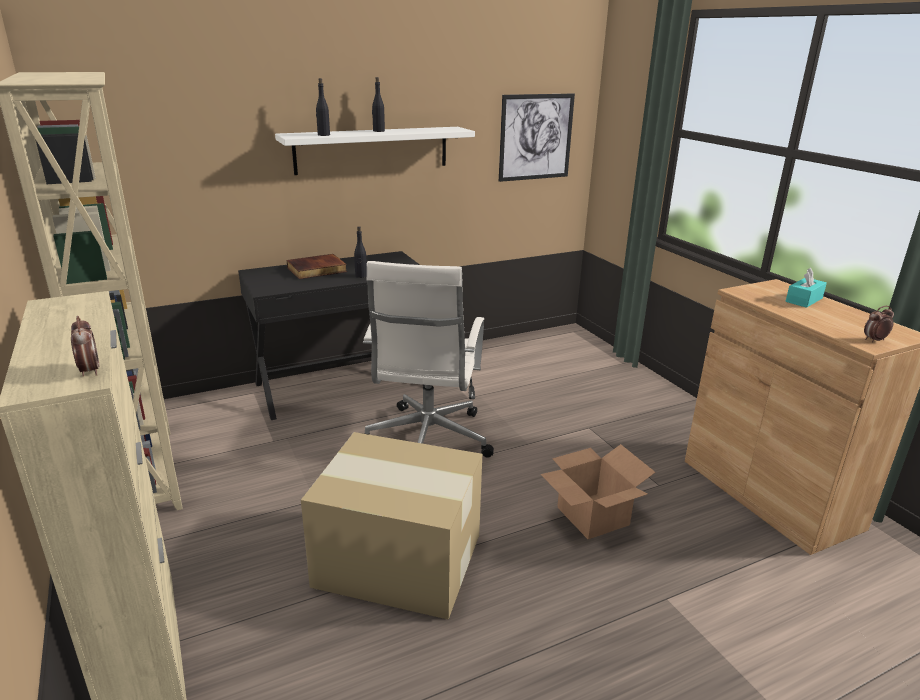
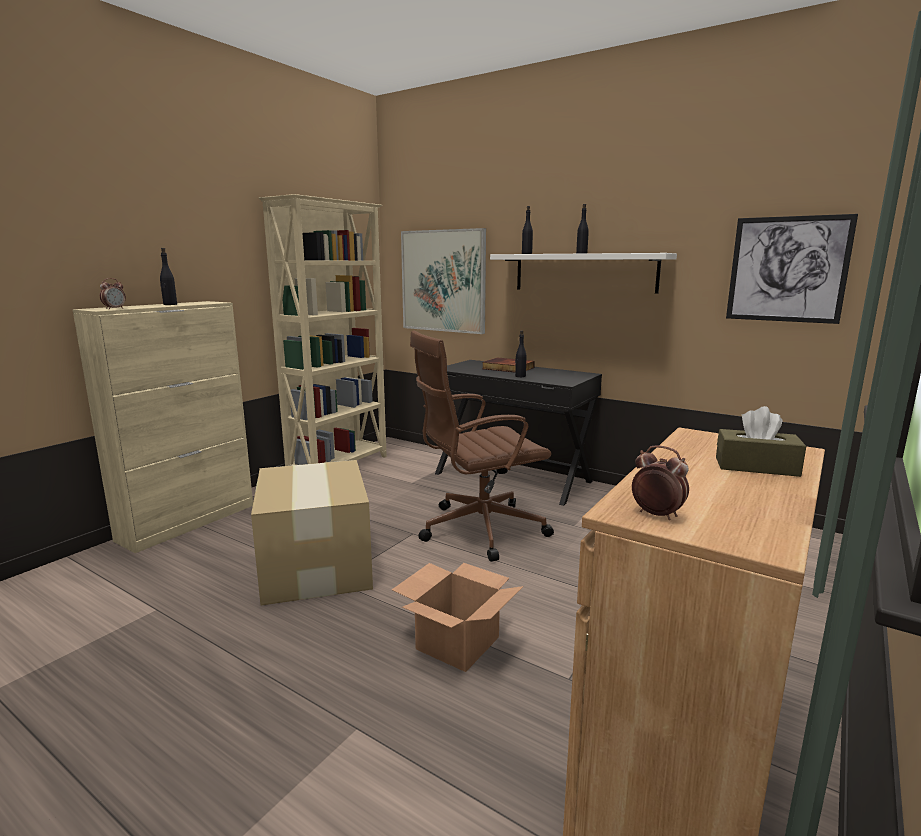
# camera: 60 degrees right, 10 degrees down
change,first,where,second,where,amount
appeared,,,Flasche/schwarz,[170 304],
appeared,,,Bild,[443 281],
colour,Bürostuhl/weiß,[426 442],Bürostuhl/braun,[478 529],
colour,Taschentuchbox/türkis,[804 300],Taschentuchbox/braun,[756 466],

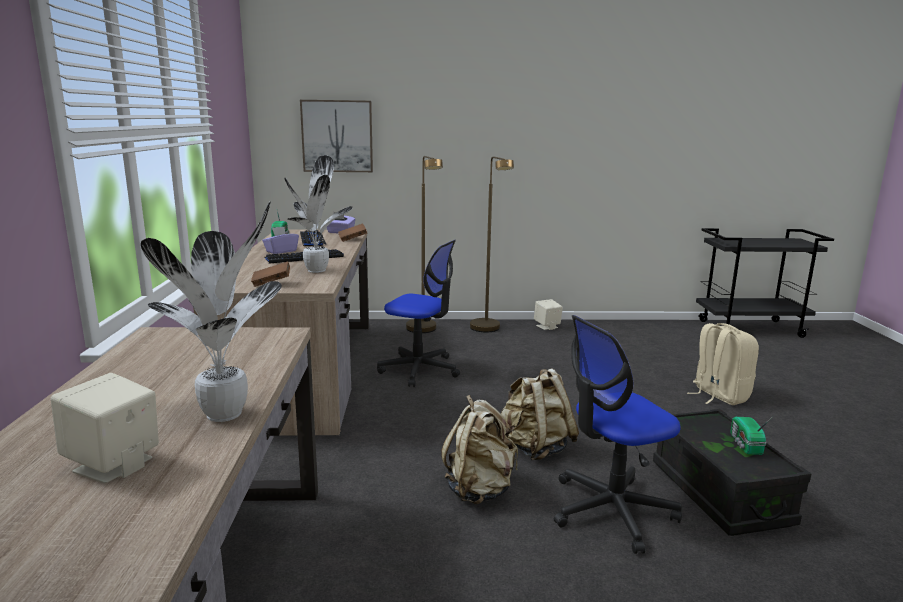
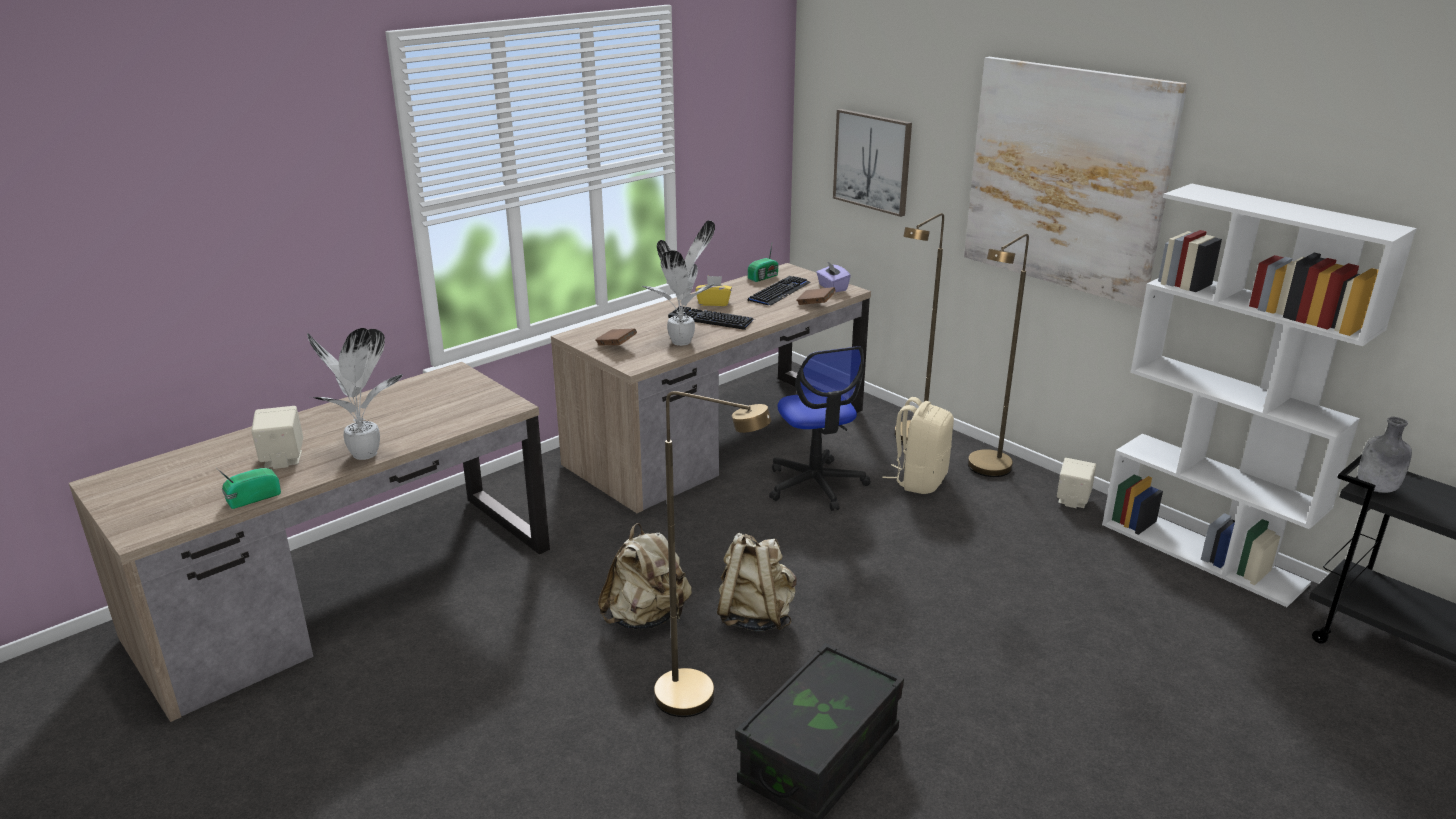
# camera: 50 degrees right, 10 degrees up
change,first,where,second,where,amount
appeared,,,Bild,[1066 178],
appeared,,,Bücherregal/weiß,[1203 553],
appeared,,,Flasche/grau,[1376 488],
relocated,Rucksack/beige,[718 395],,[919 480],
relocated,Radio,[745 445],,[252 498],
exchanged,Bürostuhl,[611 510],Stehlampe/braun,[701 700],
colour,Taschentuchbox/lila,[281 251],Taschentuchbox/gelb,[714 303],

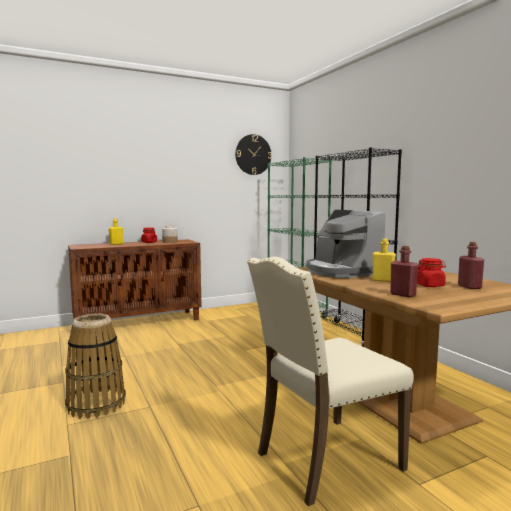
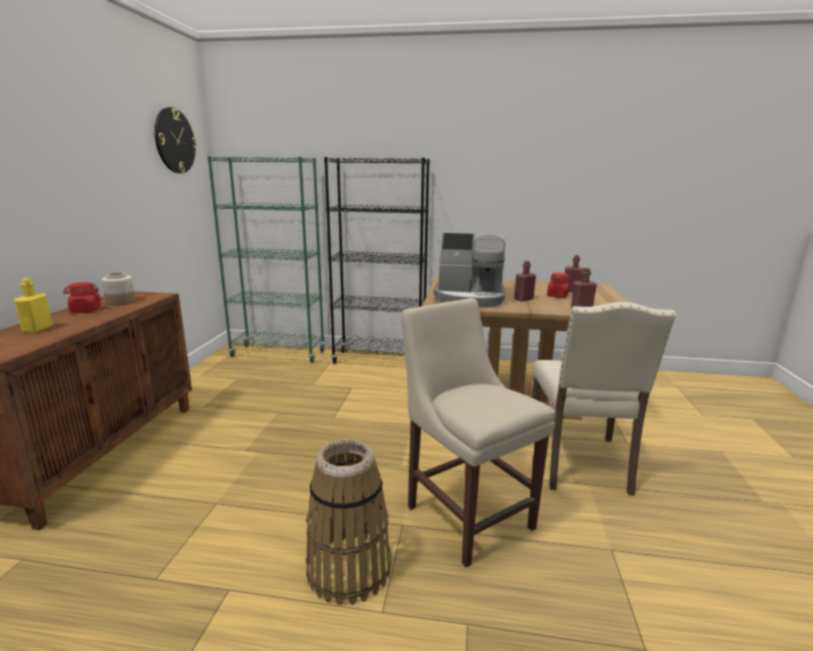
# camera: 55 degrees left, 10 degrees up
change,first,where,second,where,amount
appeared,,,Stuhl/beige,[466 513],
colour,Flasche/gelb,[382 280],Flasche/rot,[523 299],

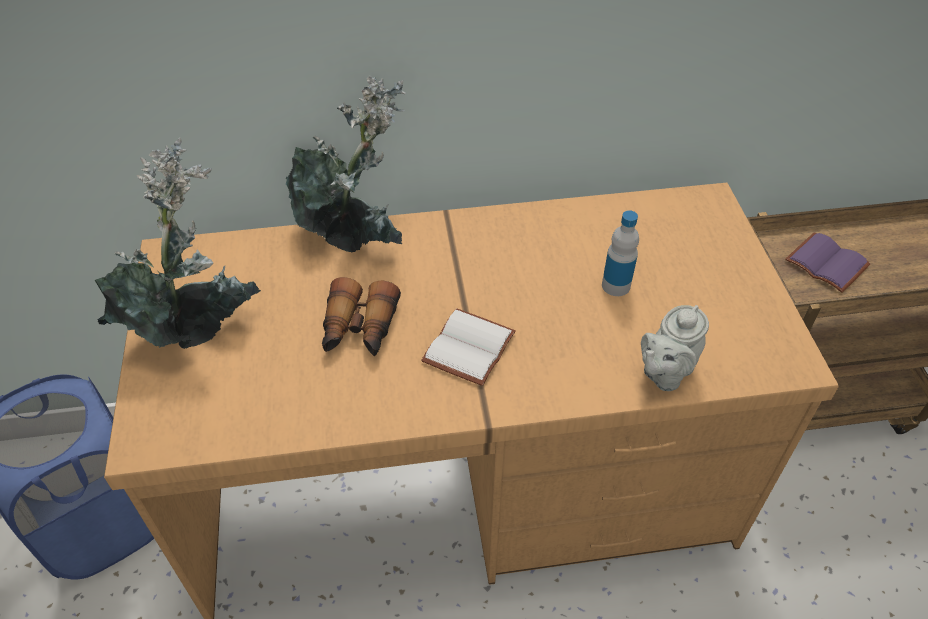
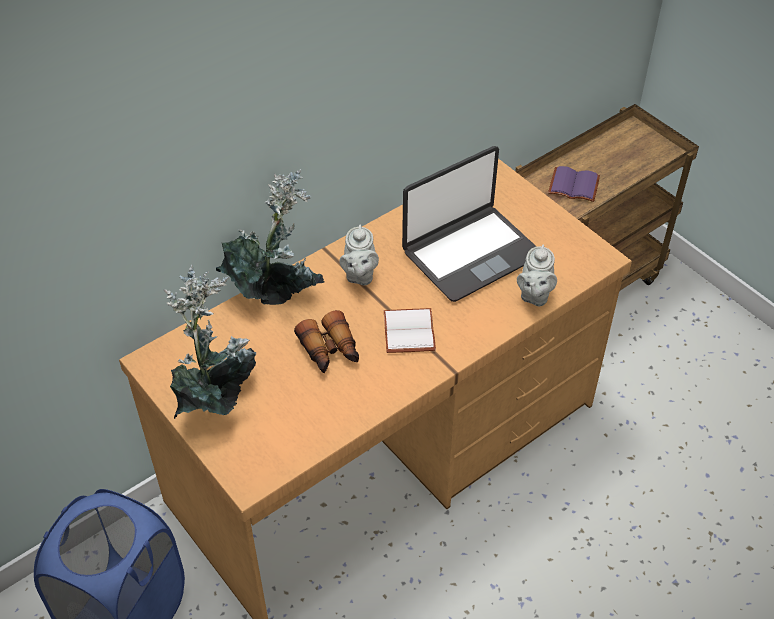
# camera: 30 degrees left, 0 degrees up
change,first,where,second,where,amount
appeared,,,Teekanne/grau,[359 275],
exchanged,Flasche,[616 285],Laptop,[470 253],

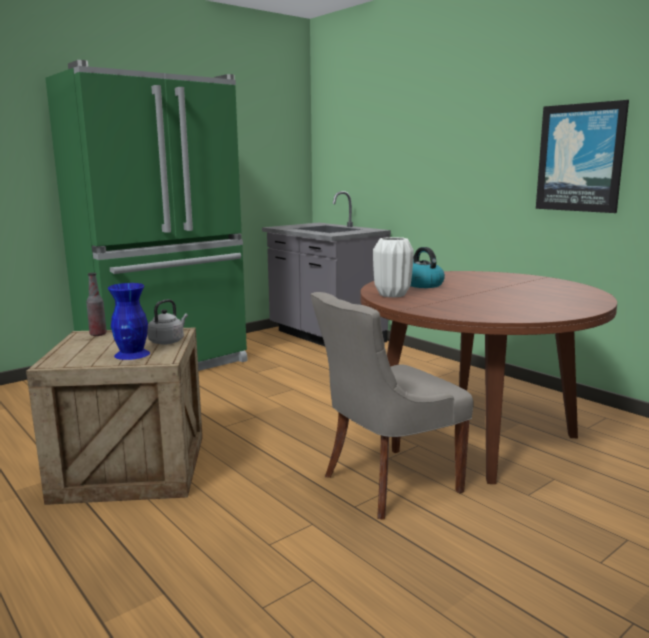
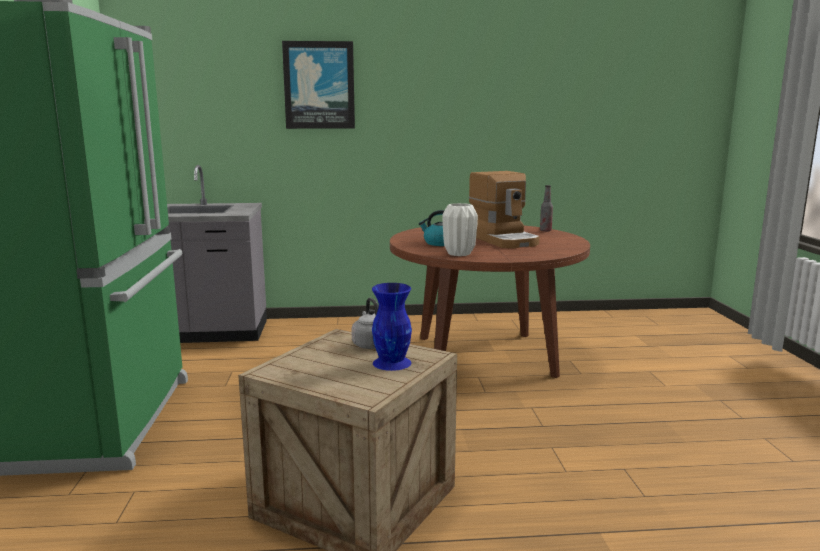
# camera: 55 degrees left, 0 degrees up
change,first,where,second,where,amount
missing,Stuhl/grau,[387 483],,,
appeared,,,Kaffeemaschine,[504 240],
relocated,Flasche,[98 334],,[545 230],
relocated,Bild,[580 158],,[319 85],

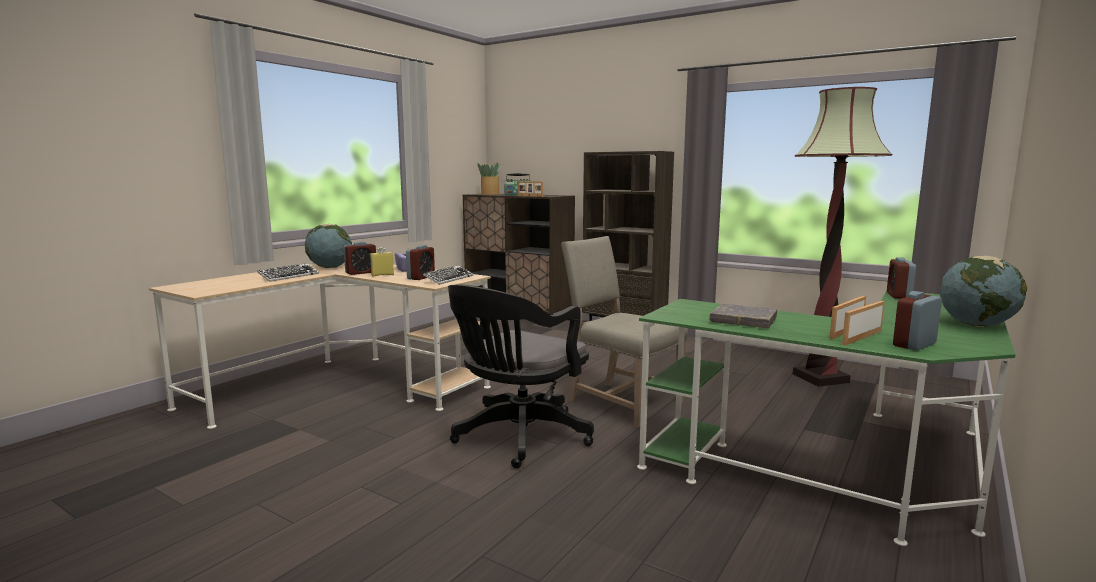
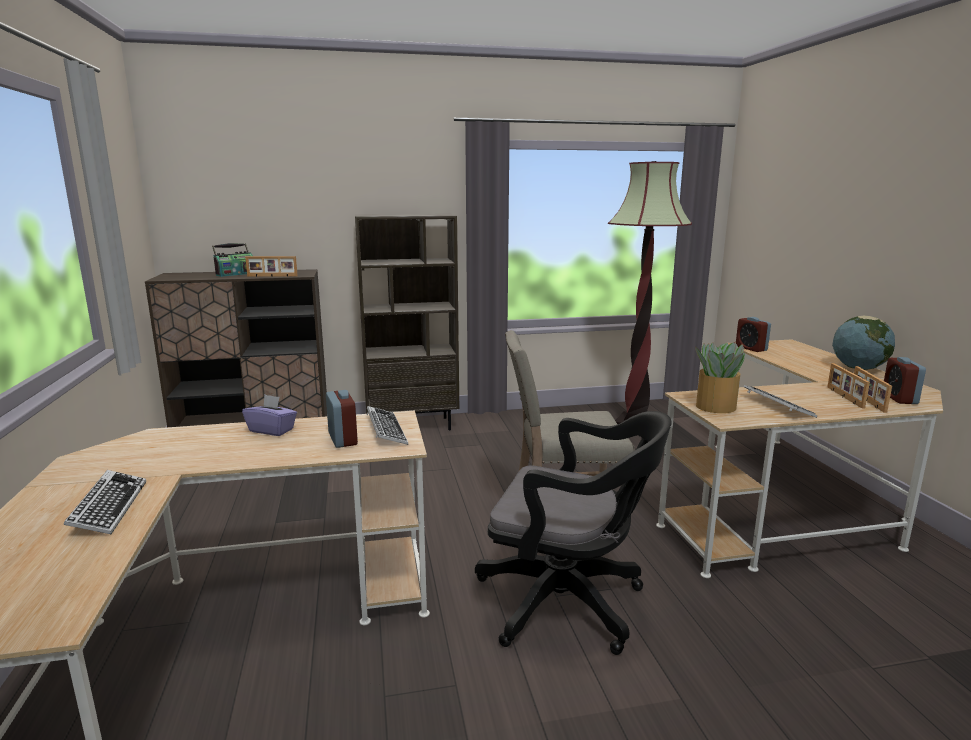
# camera: 45 degrees left, 5 degrees up
change,first,where,second,where,amount
missing,Globus,[330 267],,,
missing,Wecker,[361 273],,,
missing,Flasche/gelb,[382 275],,,
relocated,Topfpflanze,[489 194],,[714 407],
exchanged,Buch/grau,[743 320],Tastatur,[777 406],
colour,Schreibtisch/grün,[845 470],Schreibtisch/beige,[789 505],
spun,Bürostuhl/schwarz,[518 438],,[569 603],60 degrees counterclockwise

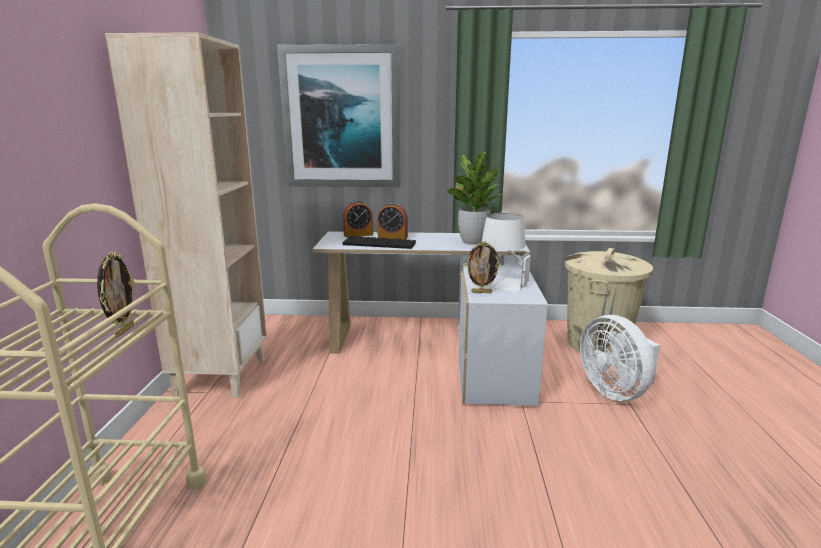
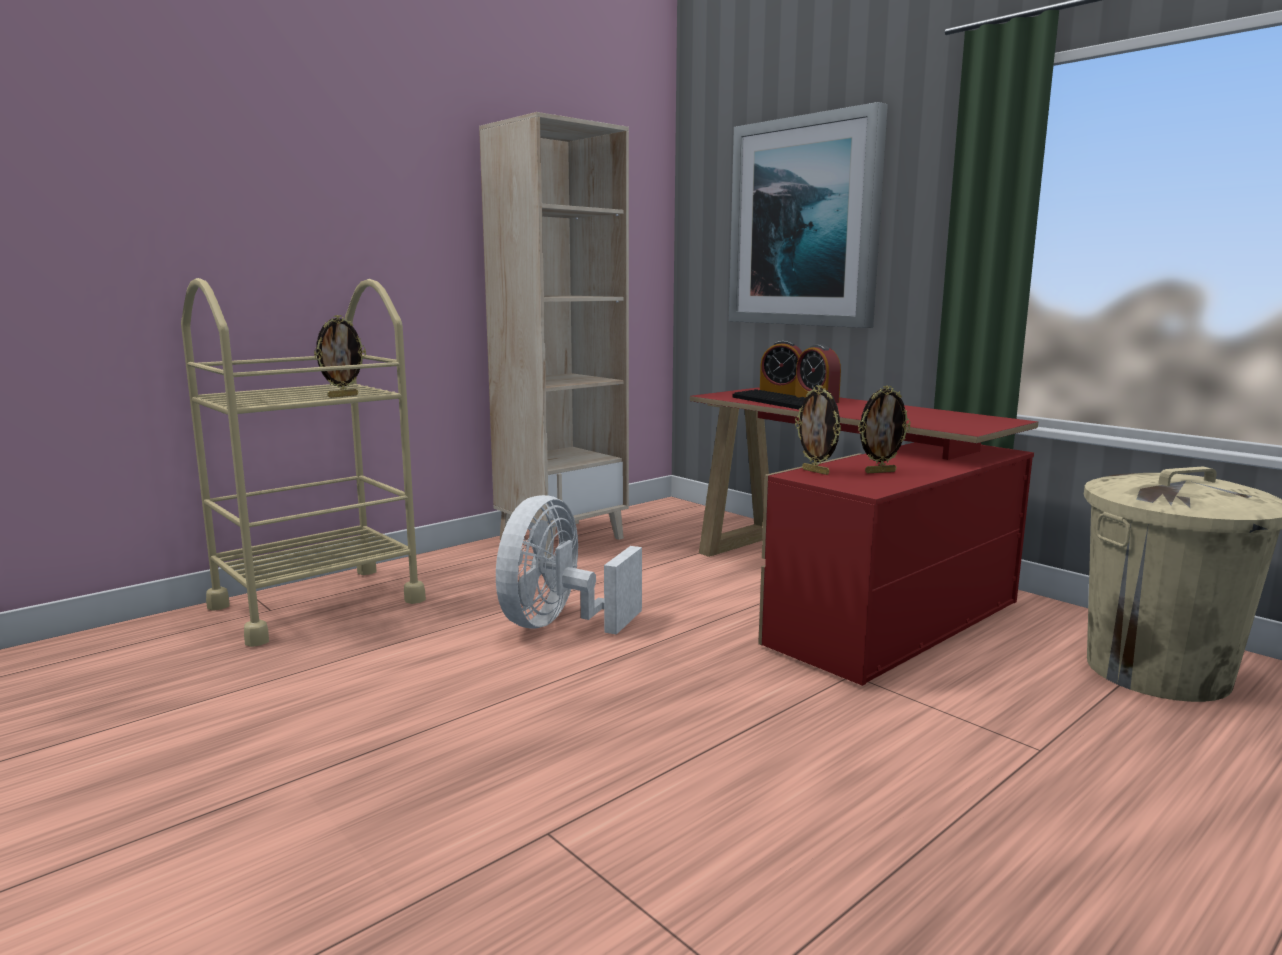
# camera: 45 degrees right, 5 degrees down
change,first,where,second,where,amount
missing,Topfpflanze,[472 242],,,
relocated,Ventilator/weiß,[615 391],,[558 624],
exchanged,Tischlampe/weiß,[503 283],Bilderrahmen,[880 472],
colour,Schreibtisch/weiß,[440 350],Schreibtisch/rot,[843 592],

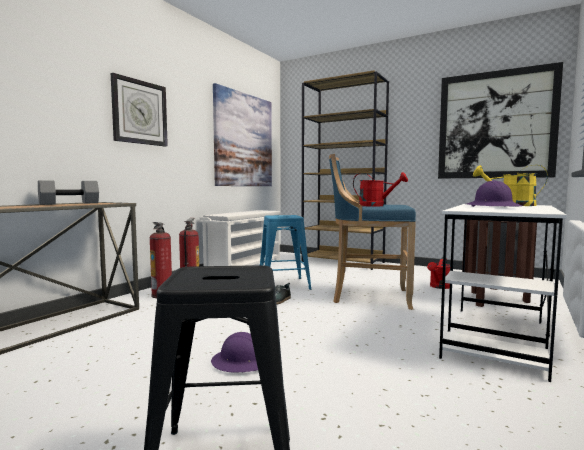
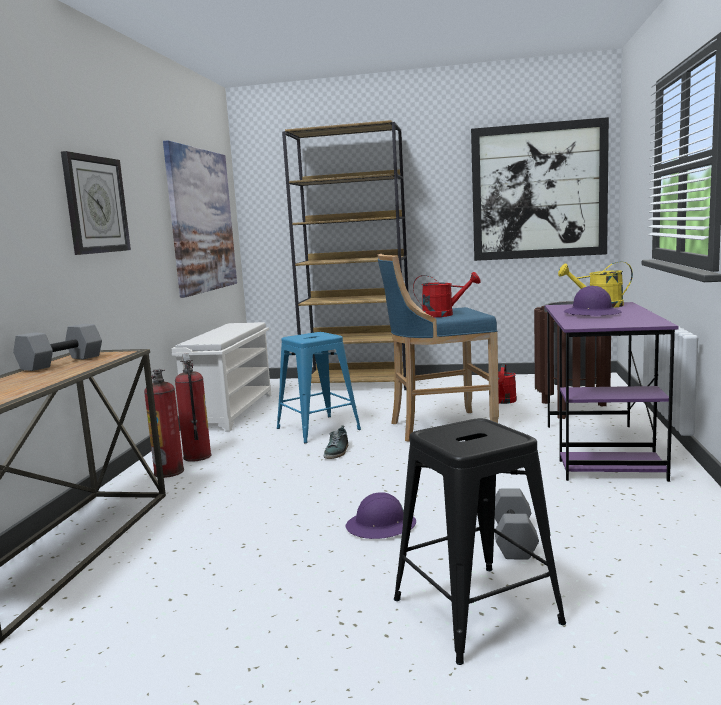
# camera: 20 degrees left, 5 degrees up
change,first,where,second,where,amount
appeared,,,Hantel/grau,[515 539],
colour,Schreibtisch/weiß,[496 338],Schreibtisch/lila,[601 451],

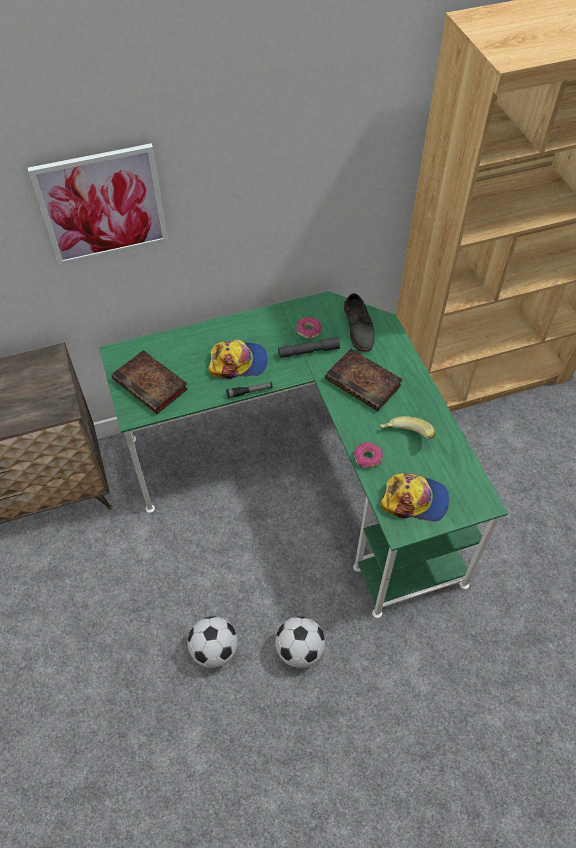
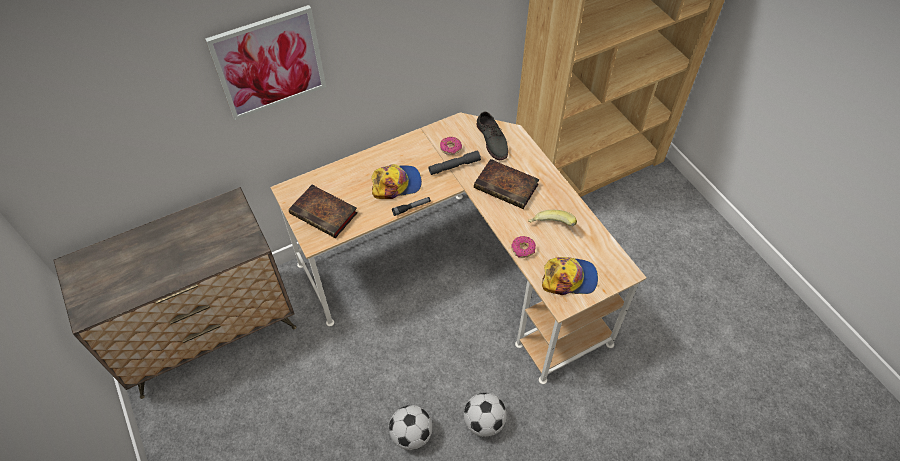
# camera: 10 degrees left, 0 degrees up
change,first,where,second,where,amount
colour,Schreibtisch/grün,[306 474],Schreibtisch/beige,[460 272],

